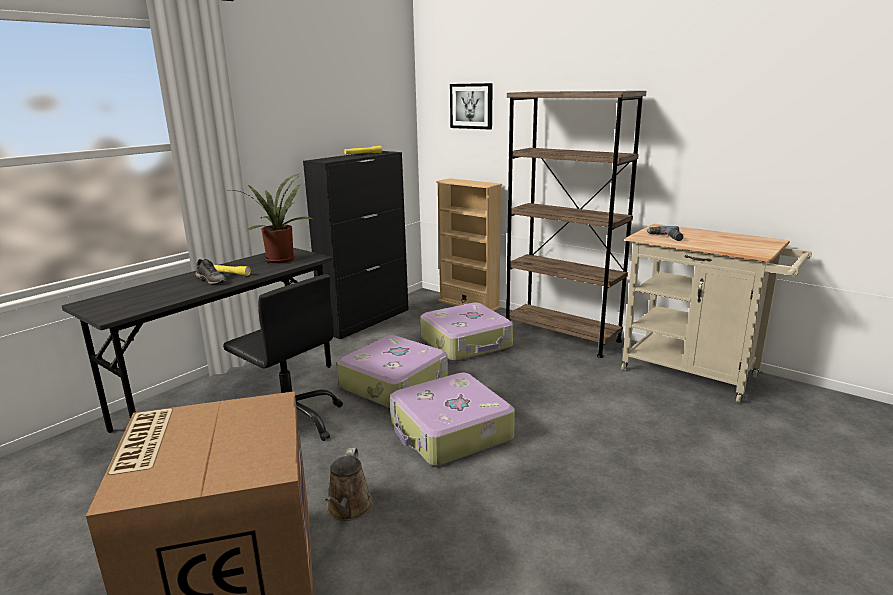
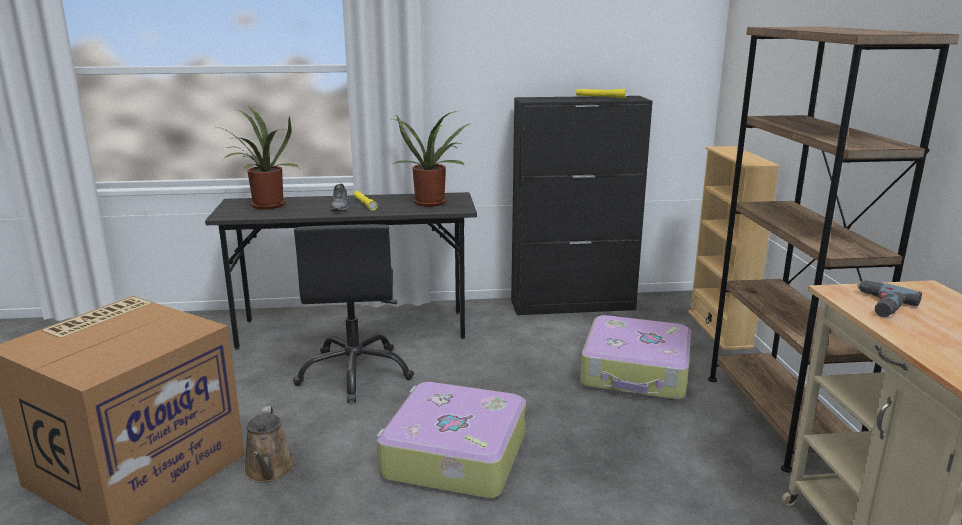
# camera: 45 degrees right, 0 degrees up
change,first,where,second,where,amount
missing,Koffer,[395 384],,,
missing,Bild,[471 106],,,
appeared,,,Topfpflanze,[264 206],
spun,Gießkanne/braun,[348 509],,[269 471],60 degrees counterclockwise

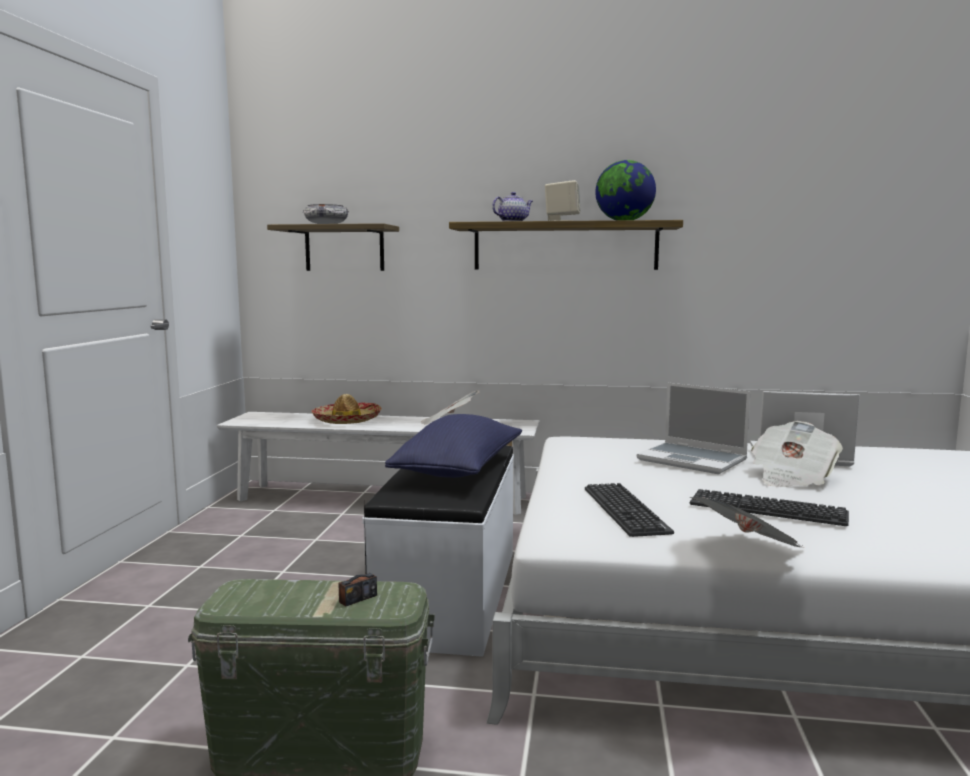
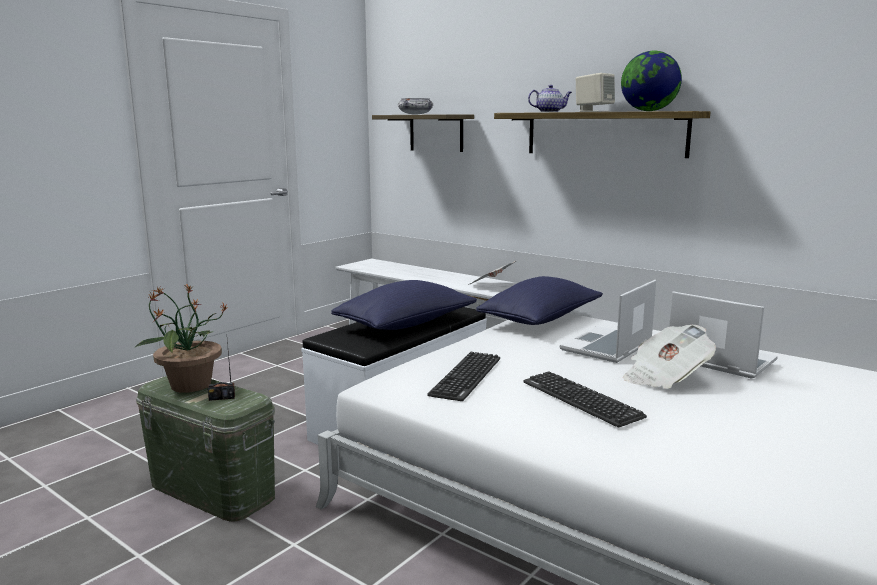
# camera: 30 degrees right, 5 degrees up
change,first,where,second,where,amount
missing,Hut,[347 420],,,
missing,Zeitung,[749 552],,,
appeared,,,Topfpflanze,[189 385],
appeared,,,Kissen/blau,[541 320],
spun,Laptop,[693 460],,[607 347],60 degrees clockwise

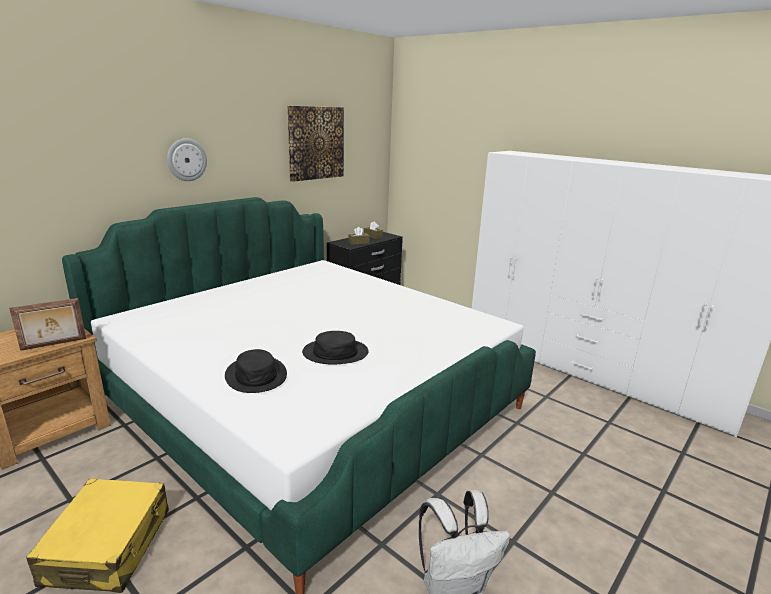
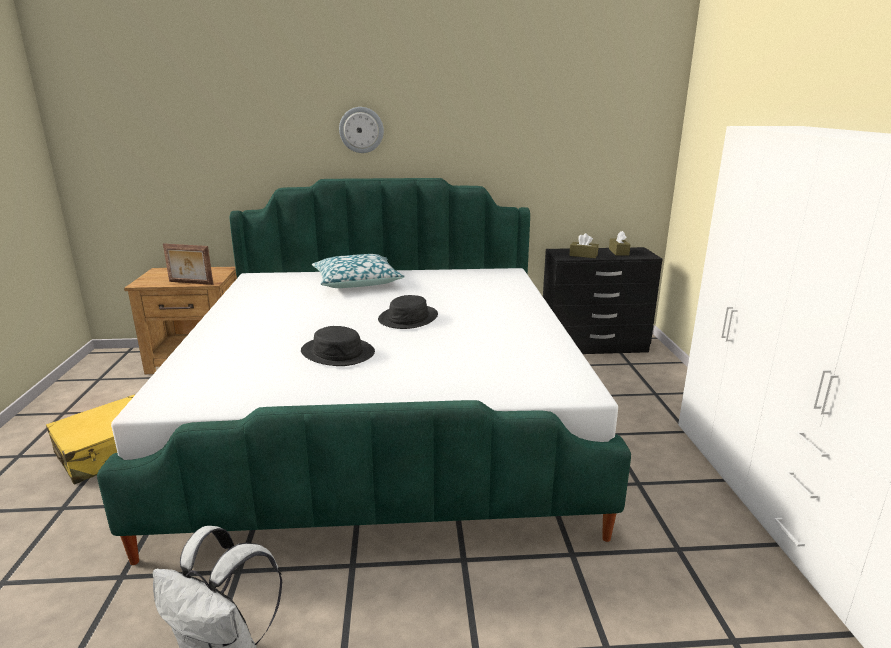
# camera: 45 degrees right, 0 degrees up
change,first,where,second,where,amount
missing,Bild,[315 143],,,
appeared,,,Kissen,[357 282],
relocated,Hut/schwarz,[256 375],,[408 318],

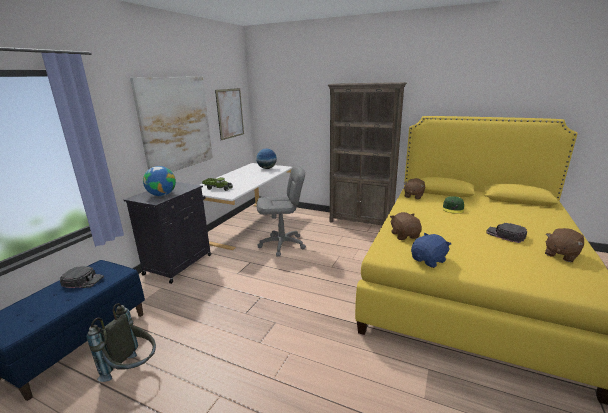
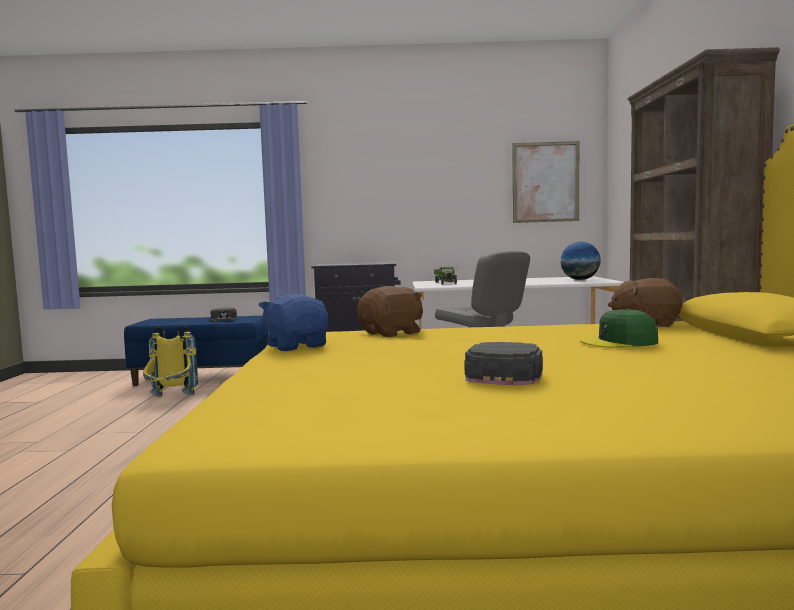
# camera: 65 degrees right, 15 degrees down
change,first,where,second,where,amount
missing,Bild,[176 124],,,
missing,Globus,[162 195],,,
missing,Plüschtier/braun,[560 254],,,
colour,Rucksack/grau,[133 370],Rucksack/gelb,[170 399],
spun,Plüschtier/blau,[429 260],,[297 346],150 degrees counterclockwise

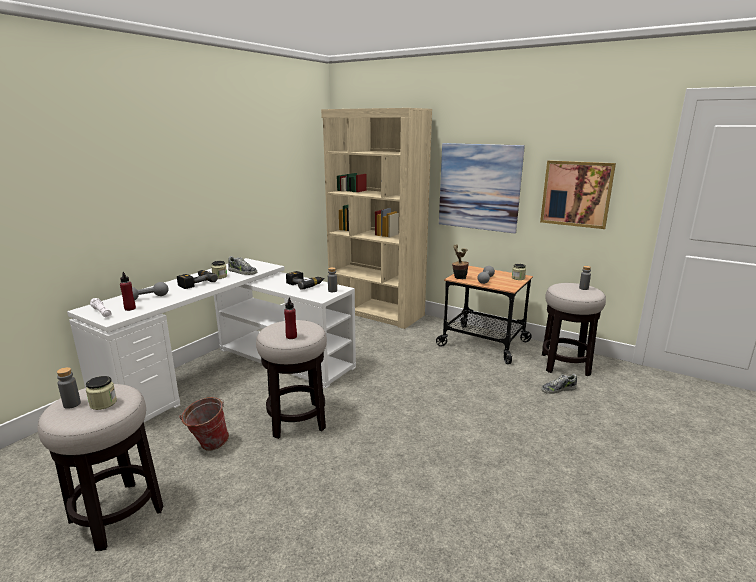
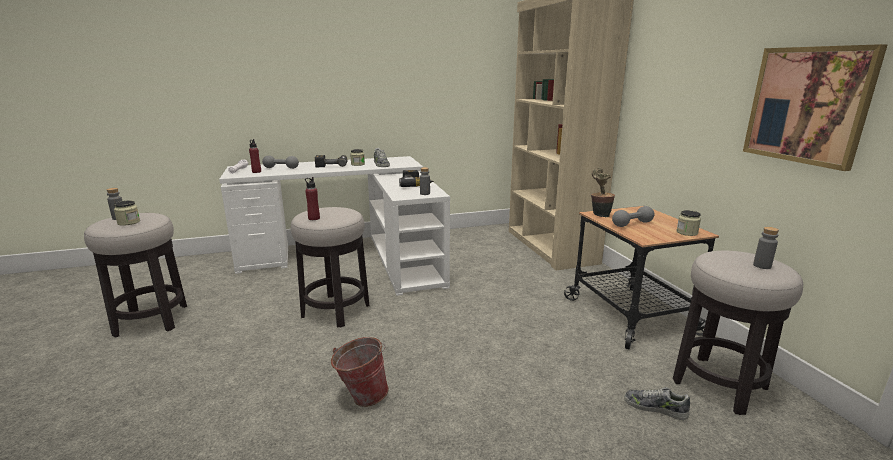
# camera: 40 degrees right, 0 degrees up
change,first,where,second,where,amount
missing,Bild,[479 187],,,
relocated,Eimer,[207 445],,[361 396],

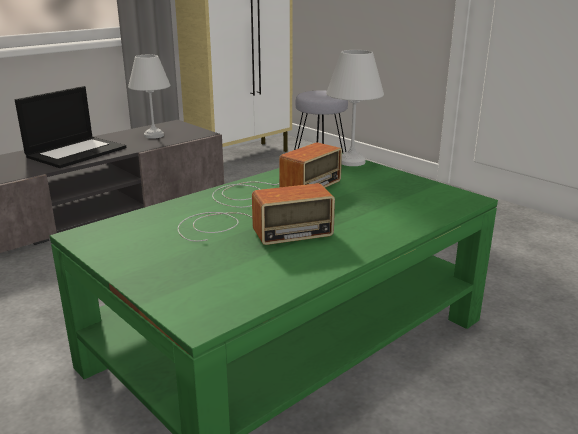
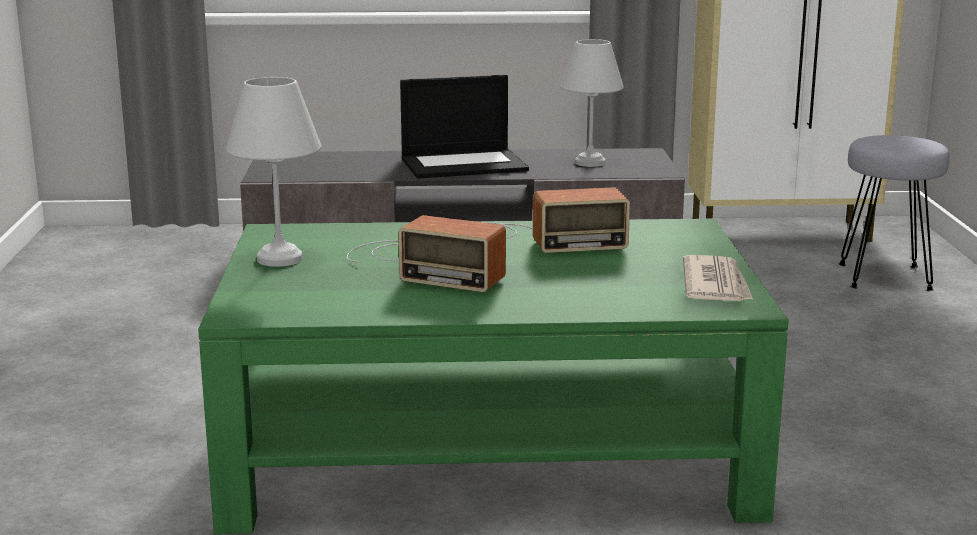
# camera: 40 degrees right, 5 degrees down
change,first,where,second,where,amount
appeared,,,Zeitung,[716 284],
relocated,Tischlampe/weiß,[350 161],,[279 258],

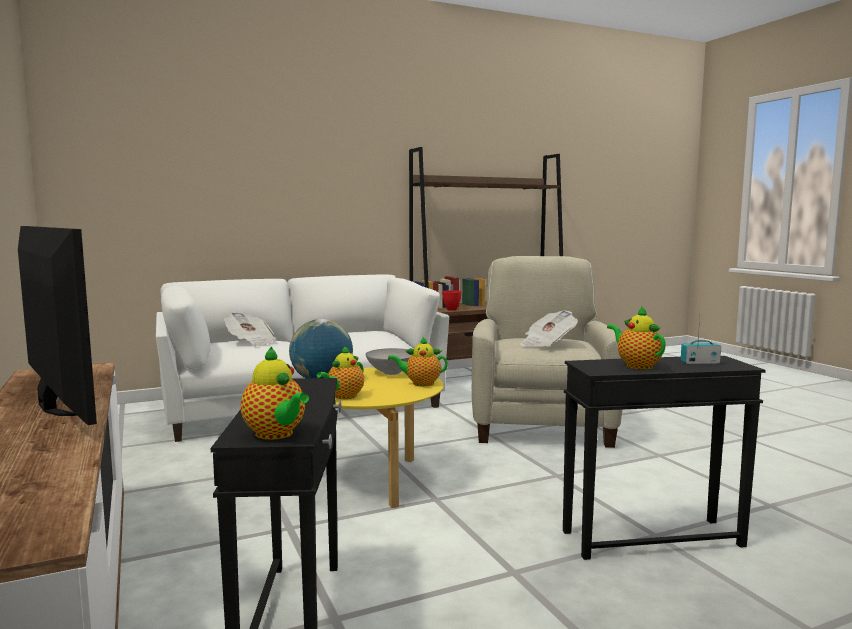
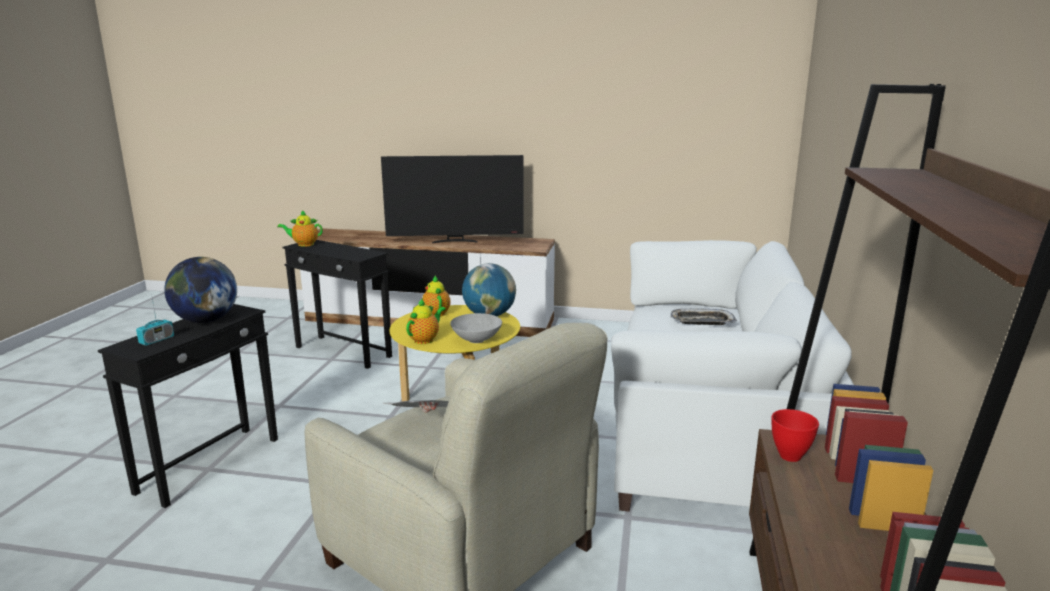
# camera: 125 degrees right, 10 degrees up
change,first,where,second,where,amount
exchanged,Zeitung,[251 342],Tablett,[701 322],
exchanged,Teekanne,[636 365],Globus,[205 320],

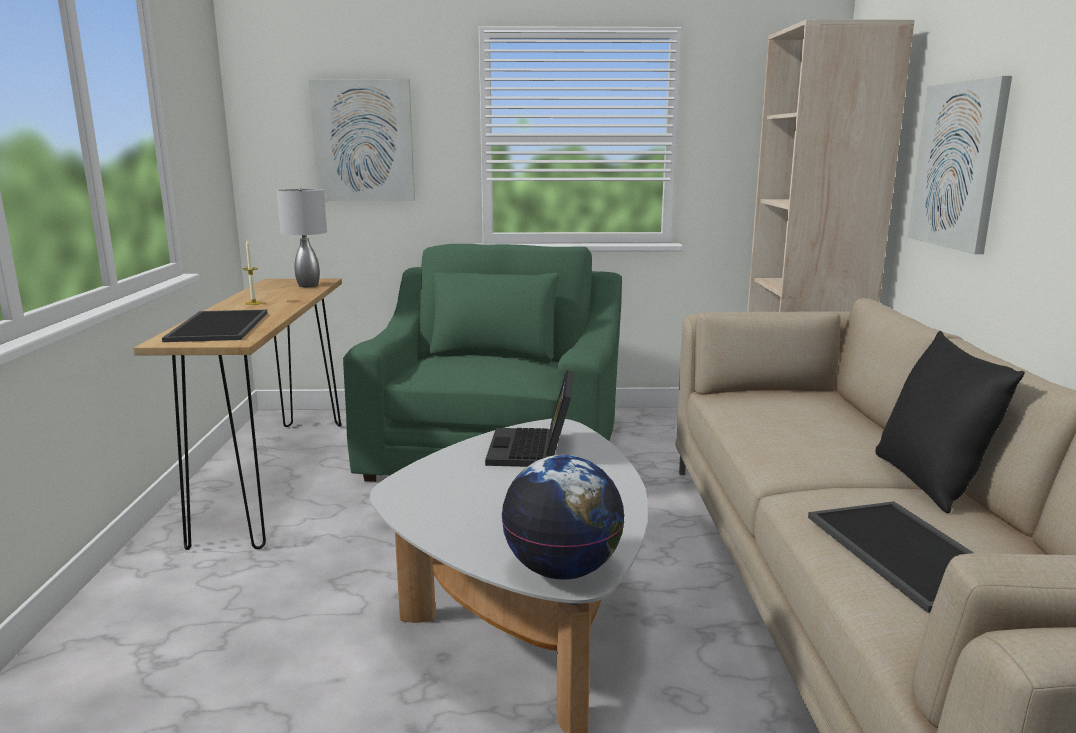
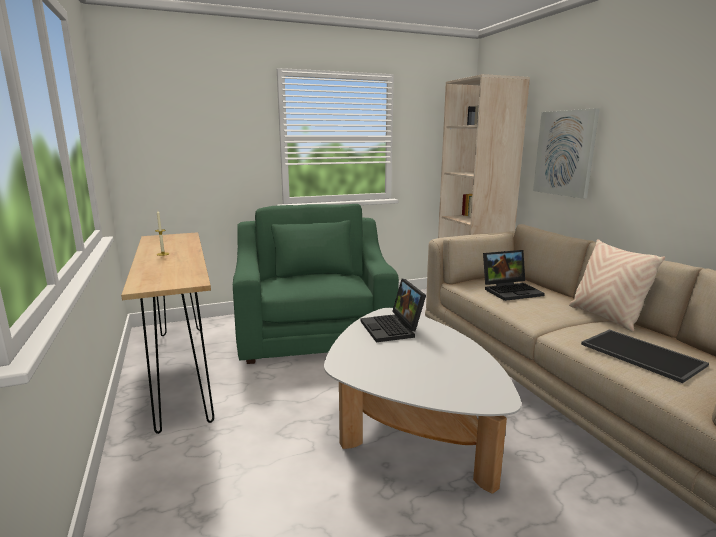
# camera: 20 degrees left, 0 degrees up
change,first,where,second,where,amount
missing,Tablett,[217 326],,,
missing,Tischlampe/grau,[308 285],,,
missing,Bild,[363 141],,,
missing,Globus,[563 570],,,
appeared,,,Laptop,[511 290],
colour,Kissen/schwarz,[927 482],Kissen/beige,[605 317],

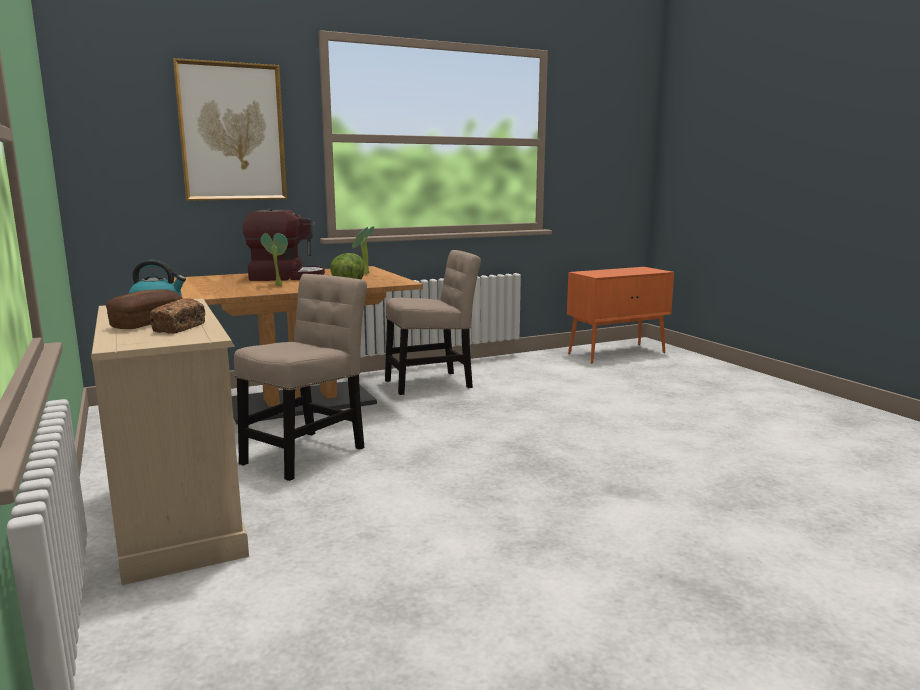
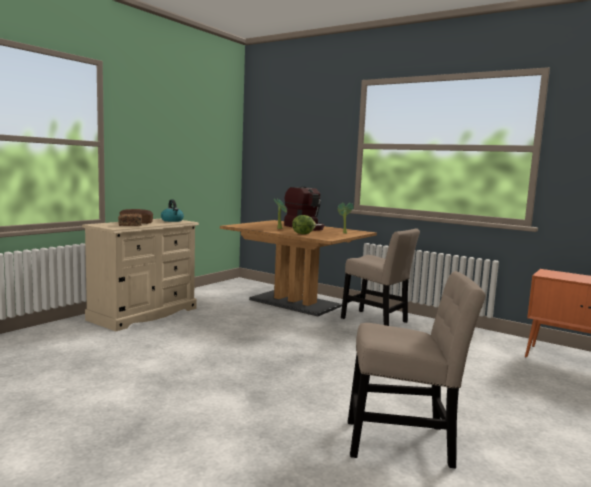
# camera: 60 degrees right, 5 degrees down
change,first,where,second,where,amount
missing,Bild,[232 132],,,
relocated,Stuhl/beige,[307 453],,[404 443],

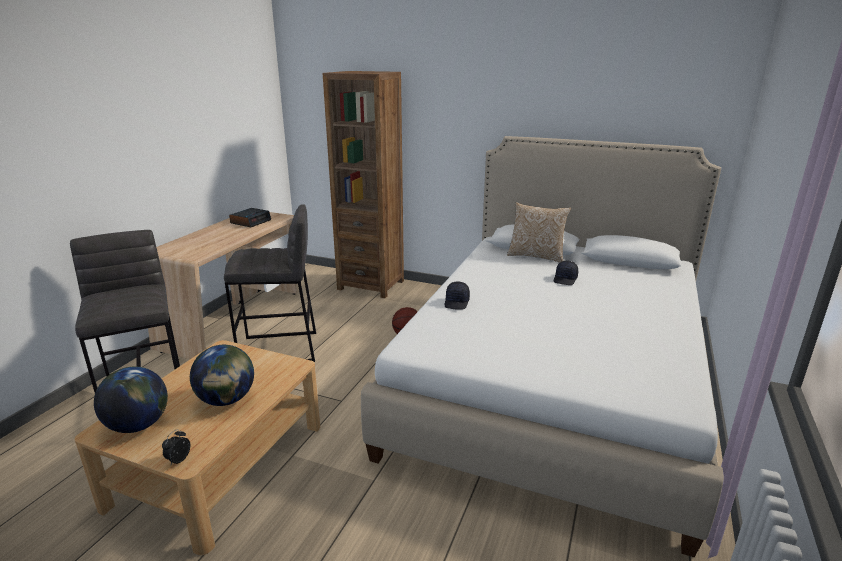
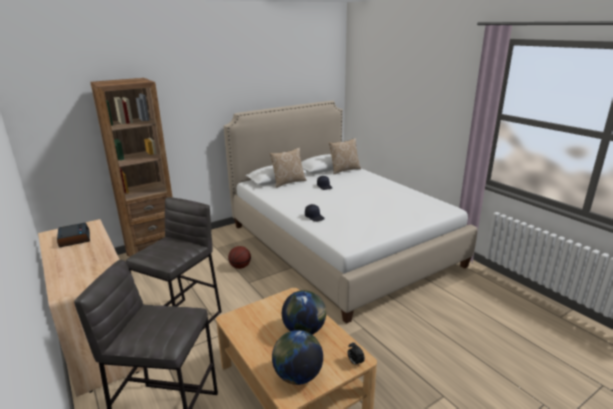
# camera: 55 degrees left, 0 degrees up
change,first,where,second,where,amount
appeared,,,Kissen,[344 170],

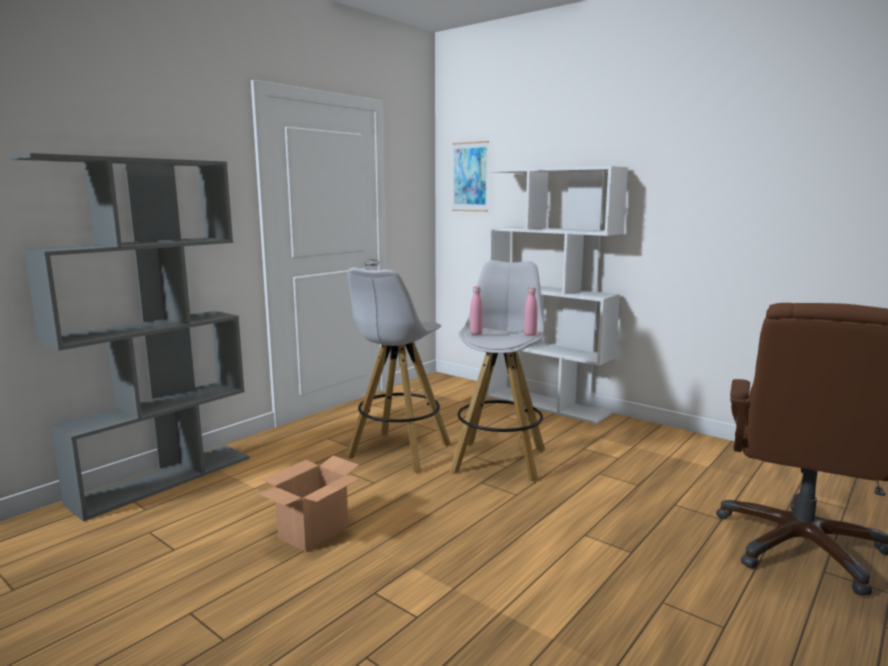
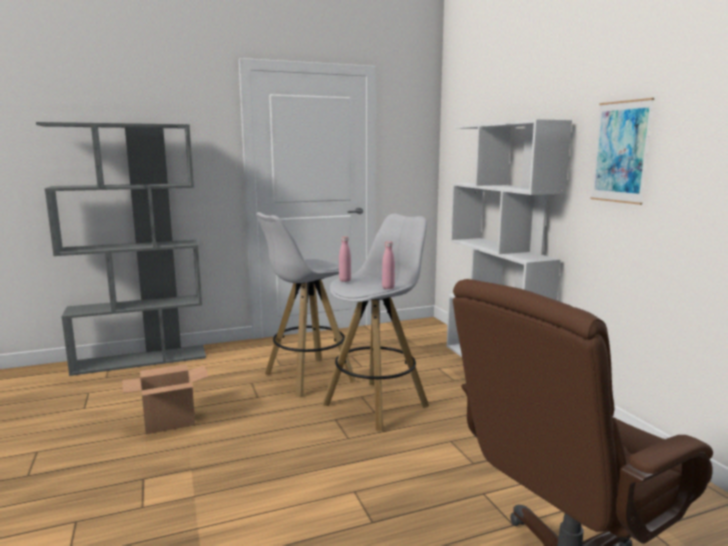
# camera: 30 degrees right, 0 degrees up
change,first,where,second,where,amount
relocated,Bild,[470 177],,[621 152],

